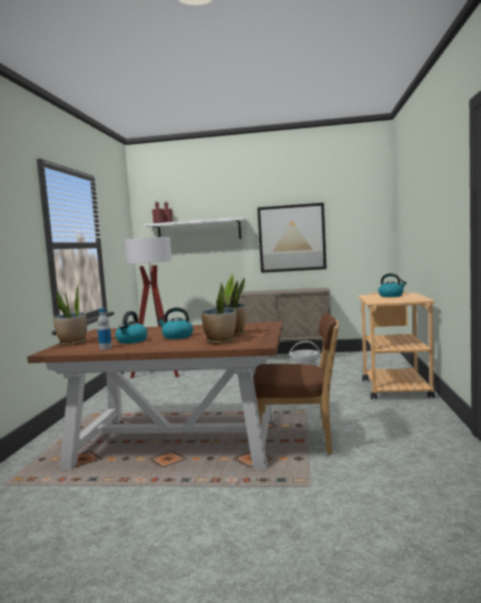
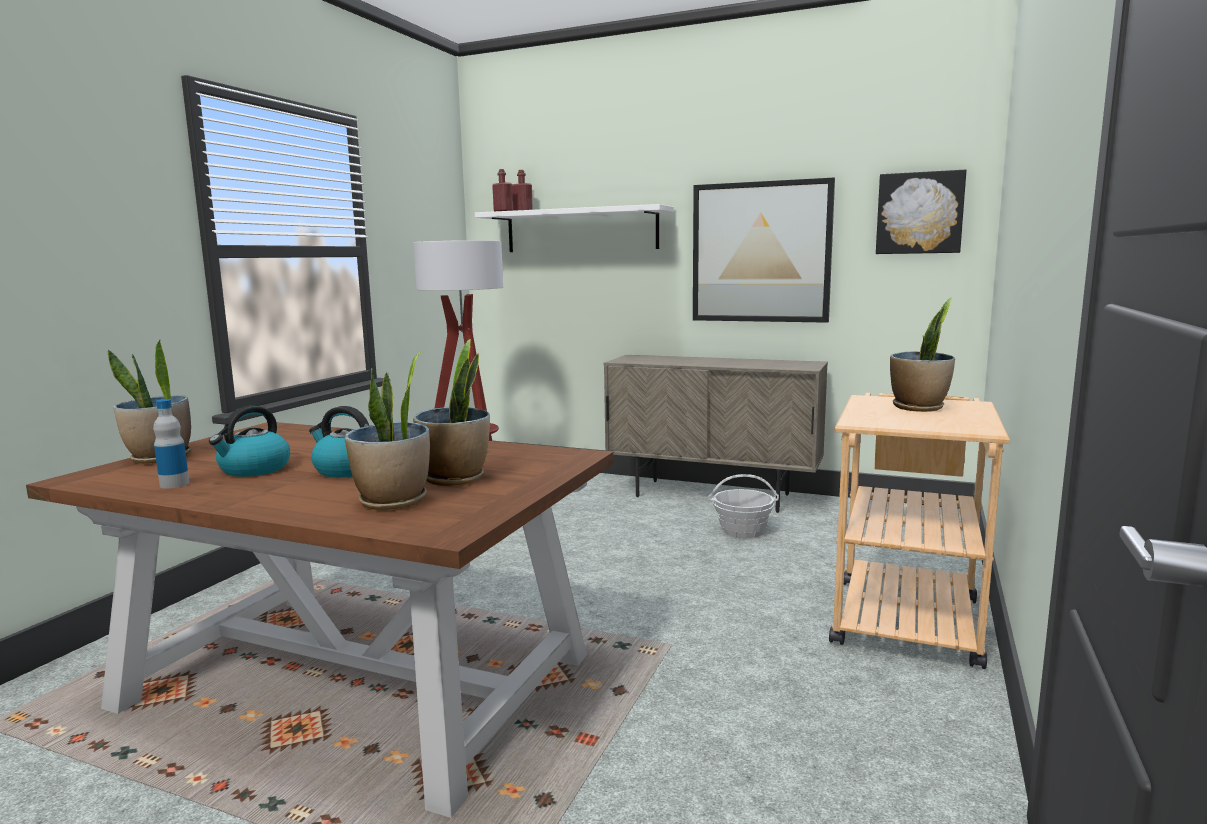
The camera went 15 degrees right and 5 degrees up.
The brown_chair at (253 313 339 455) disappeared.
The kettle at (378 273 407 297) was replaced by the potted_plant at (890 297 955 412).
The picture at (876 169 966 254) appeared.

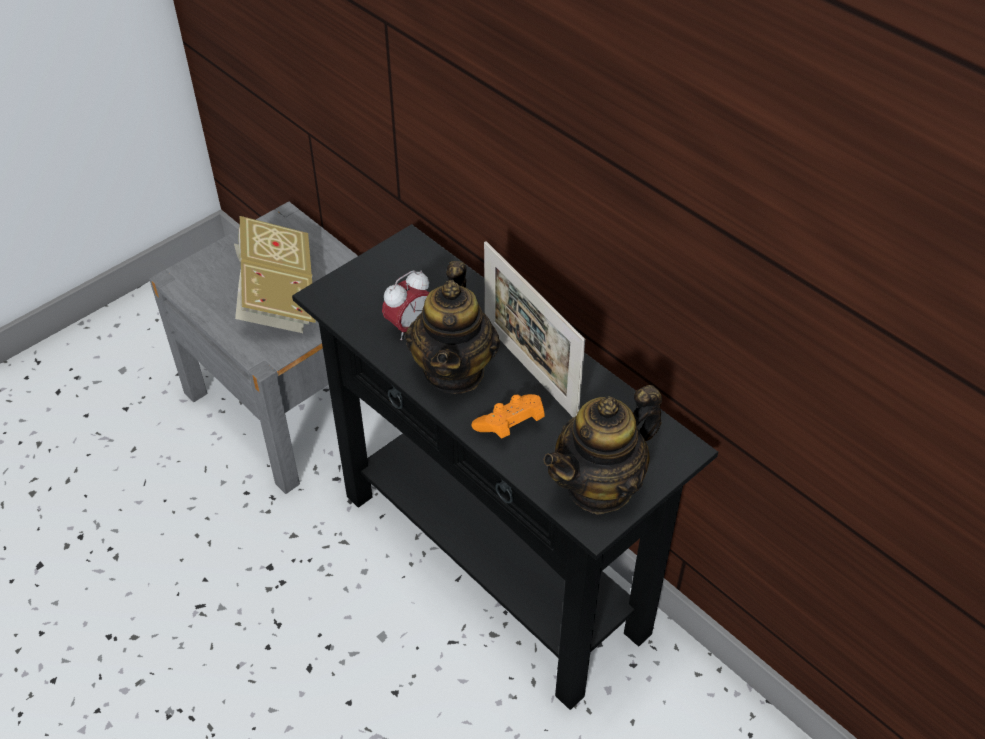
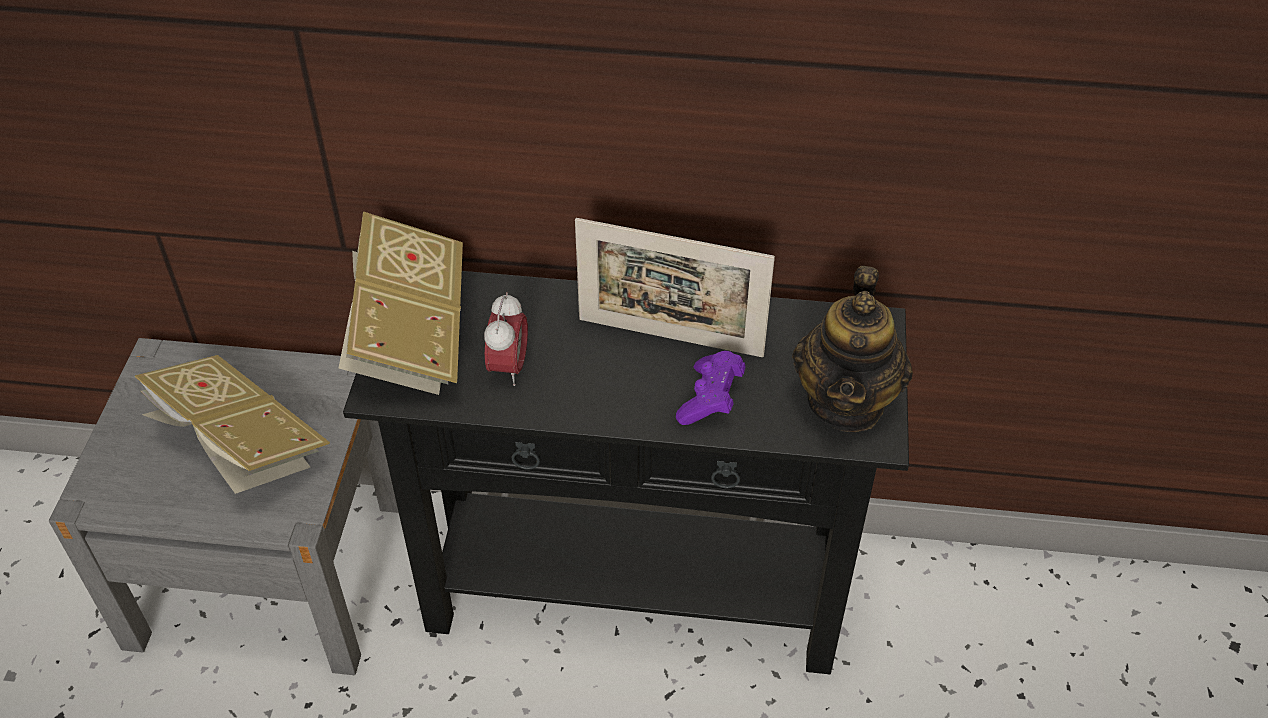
The camera went 40 degrees left and 0 degrees up.
The teapot at (405 261 500 394) disappeared.
The orange_game_controller at (472 394 545 439) became the purple_game_controller at (676 351 746 425).
The book at (339 211 463 395) appeared.

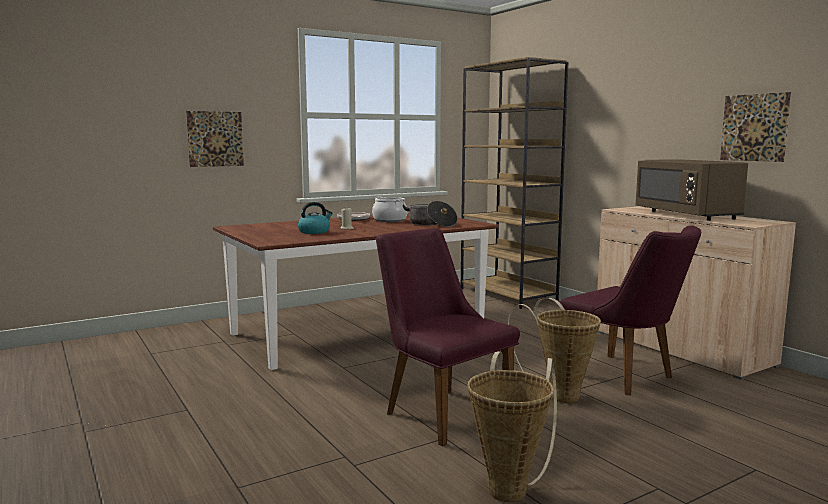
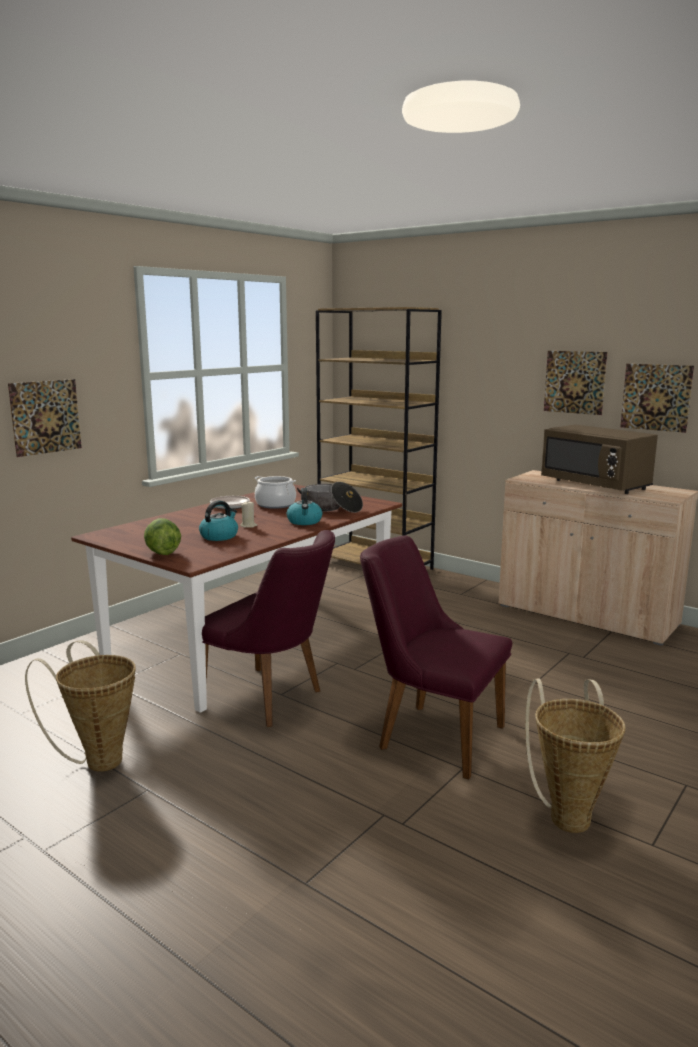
The camera went 20 degrees left and 5 degrees up.
The basket moved from (508 298 601 403) to (25 640 136 772).
The purple_chair moved from (560 225 701 395) to (202 530 335 727).
The lettuce at (144 518 181 555) appeared.
The kettle at (287 488 322 525) appeared.
The picture at (544 351 607 415) appeared.

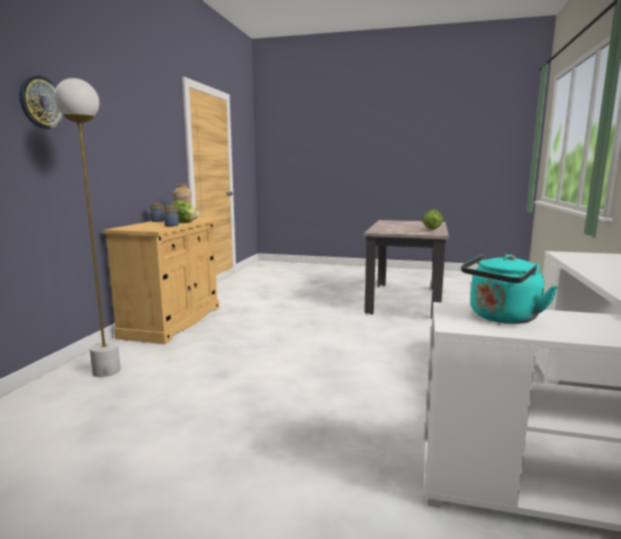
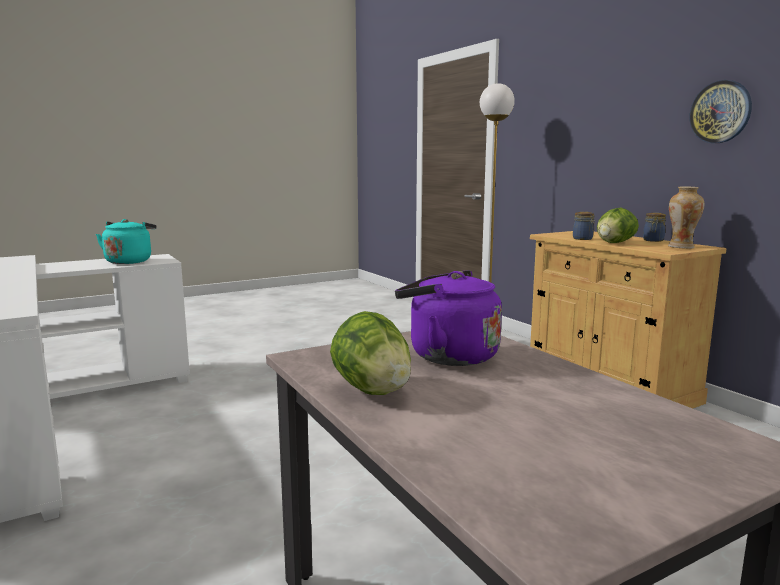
The camera went 135 degrees right and 0 degrees up.
The wall_clock moved from (19 75 64 129) to (689 80 752 143).
The purple_kettle at (395 270 502 366) appeared.

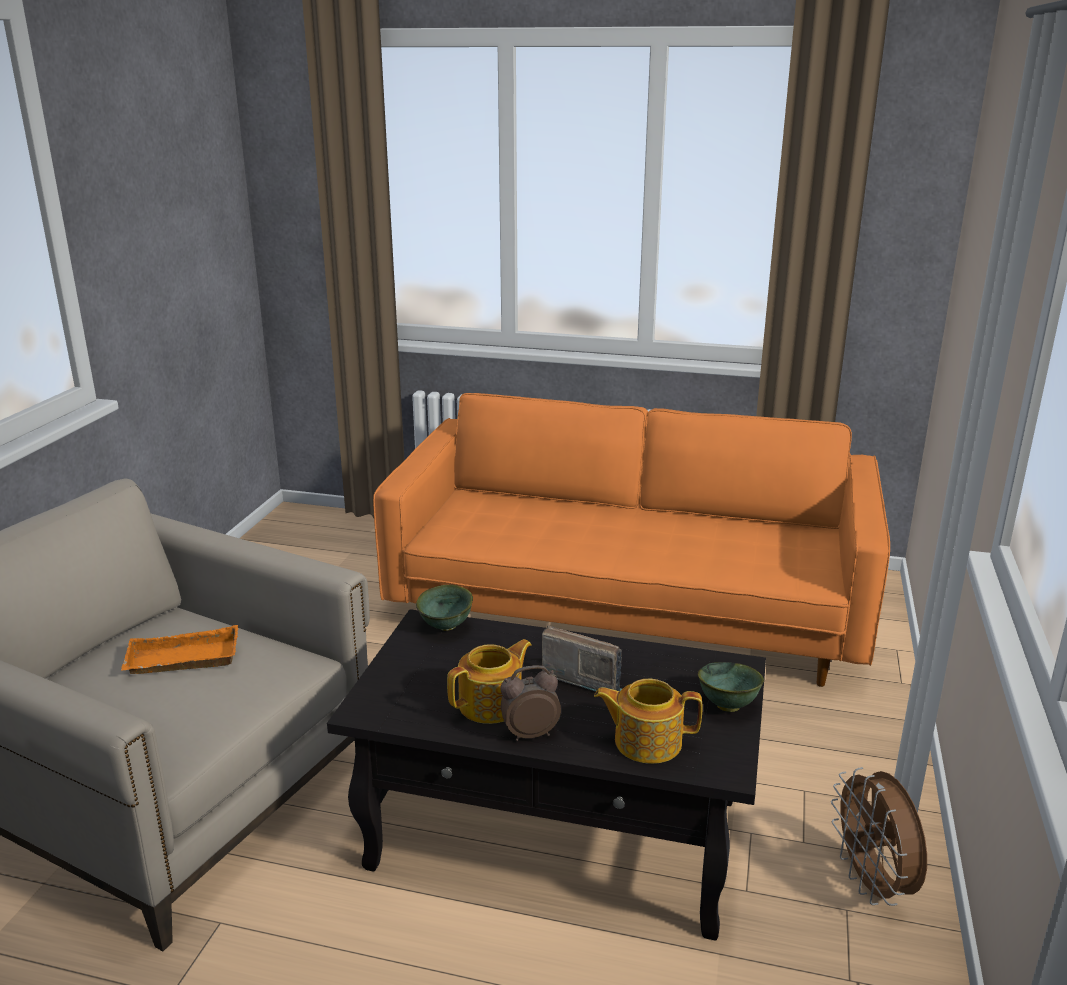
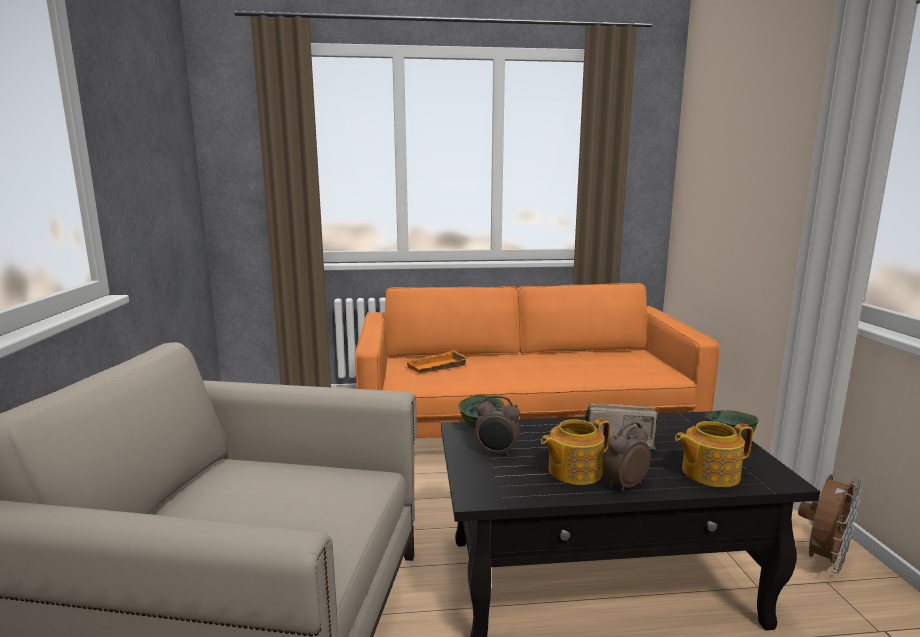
The camera went 20 degrees left and 10 degrees down.
The orange_tray moved from (121 625 238 674) to (405 350 469 373).
The teapot at (447 639 532 724) turned 150 degrees counterclockwise.
The brown_fan at (831 767 927 906) turned 105 degrees counterclockwise.
The alarm_clock at (475 395 520 457) appeared.

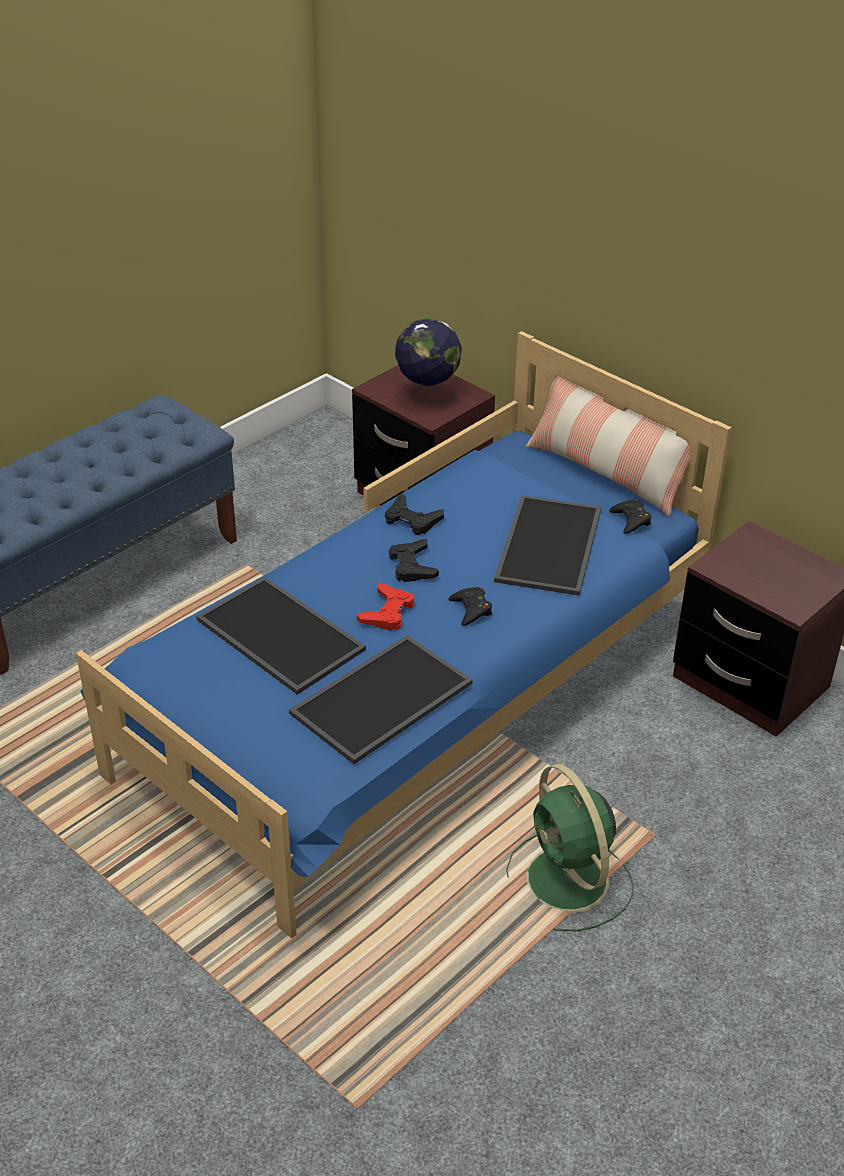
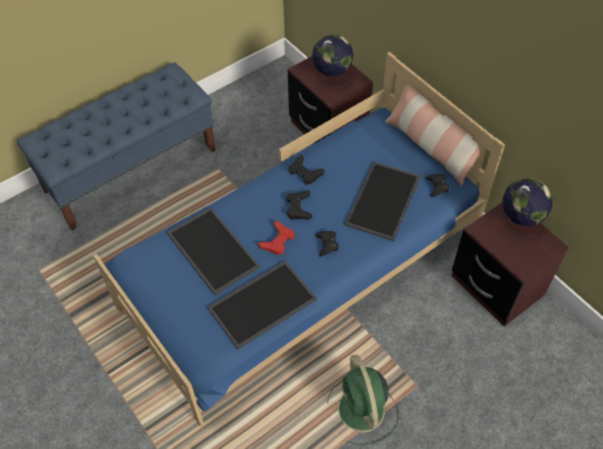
The camera went 10 degrees right and 15 degrees up.
The globe at (502 178 553 237) appeared.

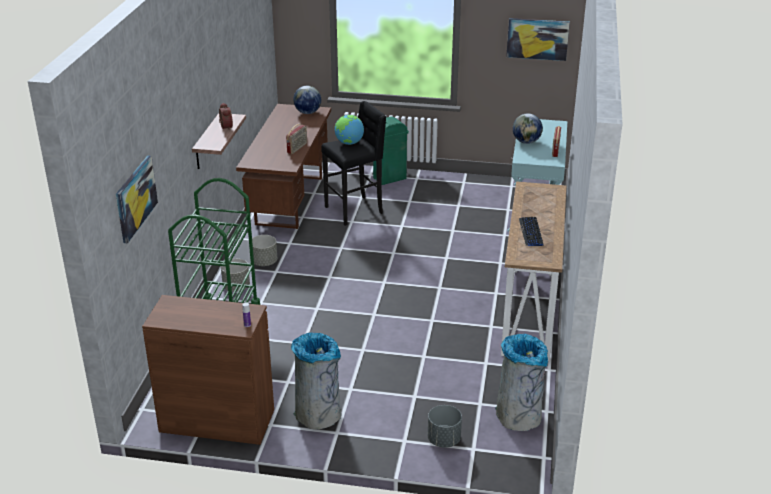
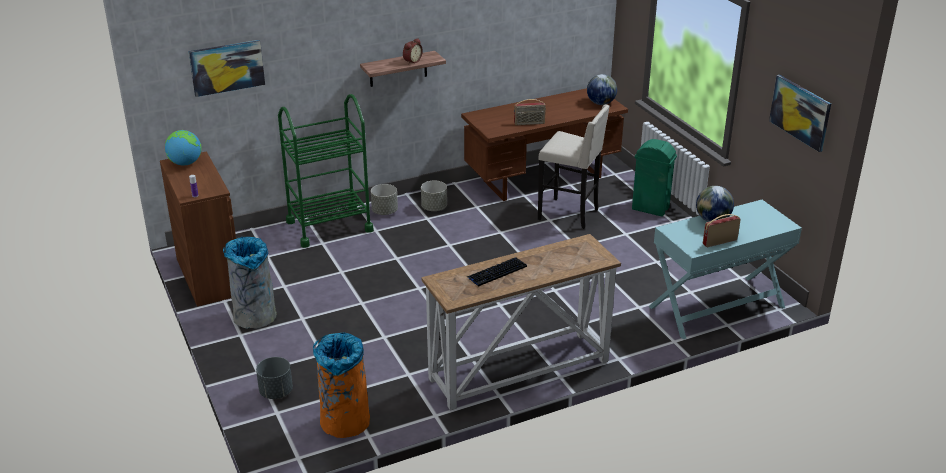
The camera went 55 degrees right and 0 degrees up.
The black_stool at (321 101 386 226) became the beige_stool at (538 104 610 229).
The globe moved from (335 115 364 145) to (165 130 202 166).
The grey_trash_can at (495 334 548 431) became the orange_trash_can at (313 332 370 438).

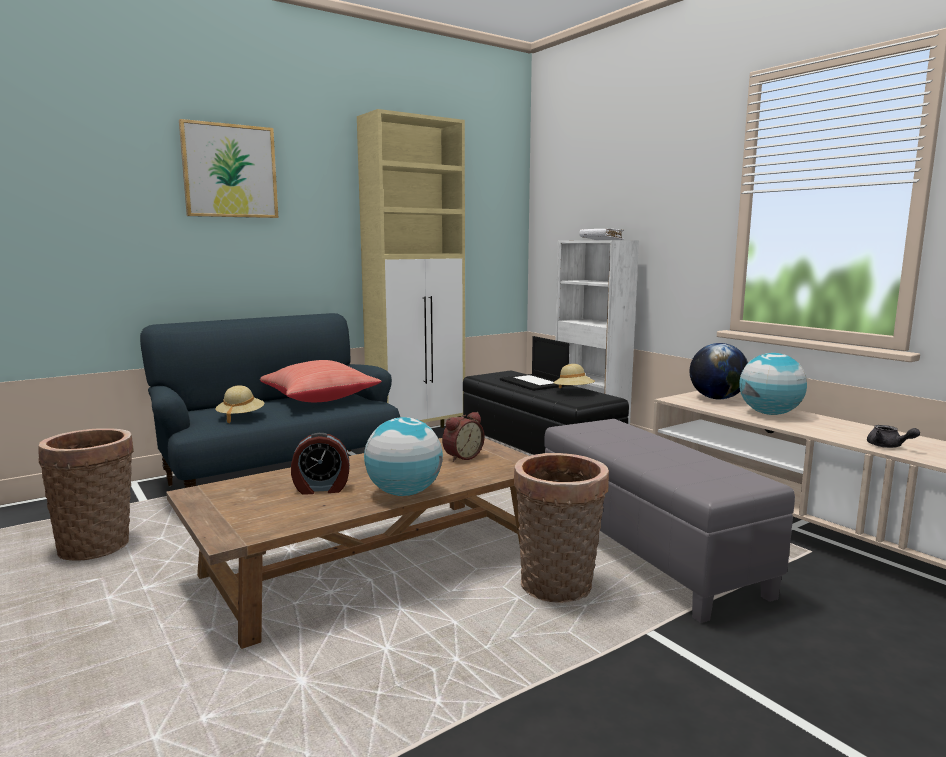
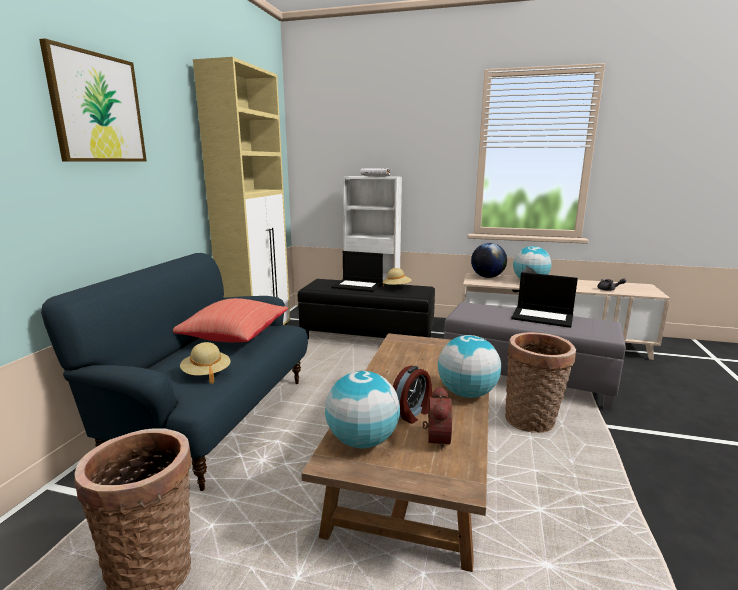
The camera went 40 degrees left and 5 degrees up.
The alarm_clock moved from (442 412 484 462) to (422 386 452 451).
The globe at (325 371 400 448) appeared.
The laptop at (511 272 578 328) appeared.

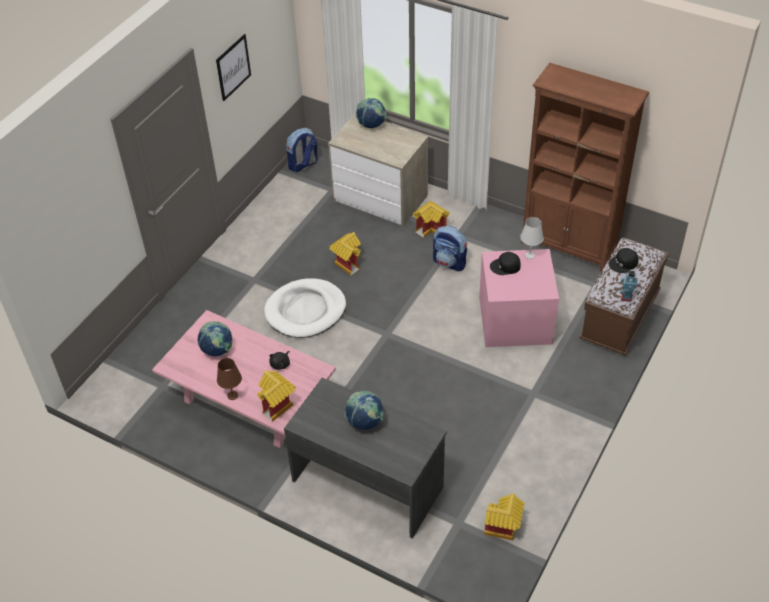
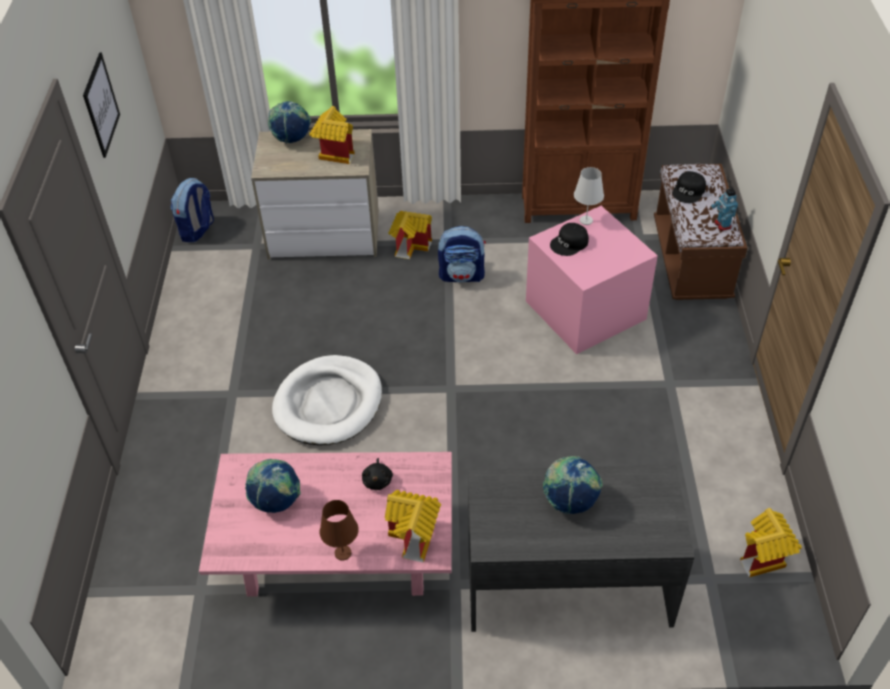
The camera went 30 degrees left and 0 degrees up.
The toy_house moved from (329 232 361 275) to (309 106 355 164).

